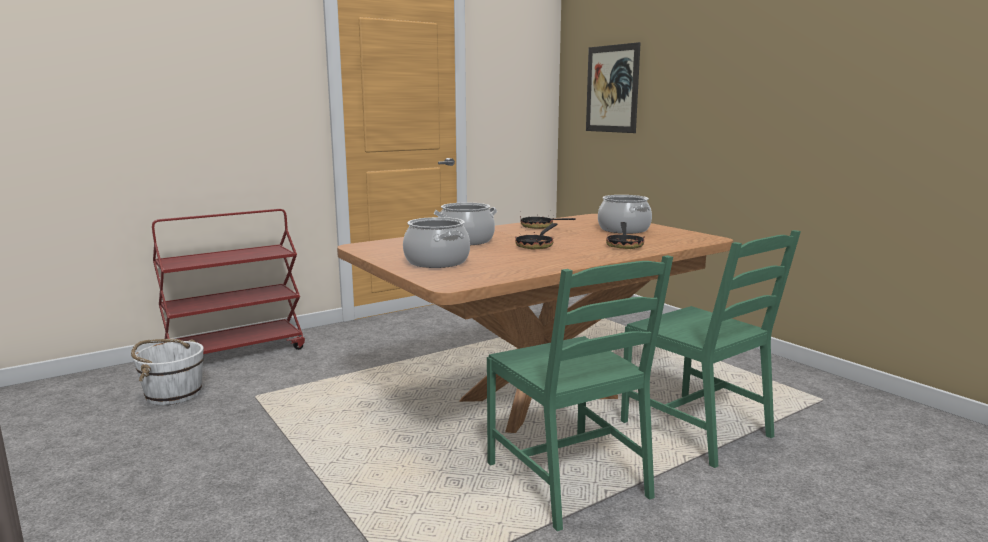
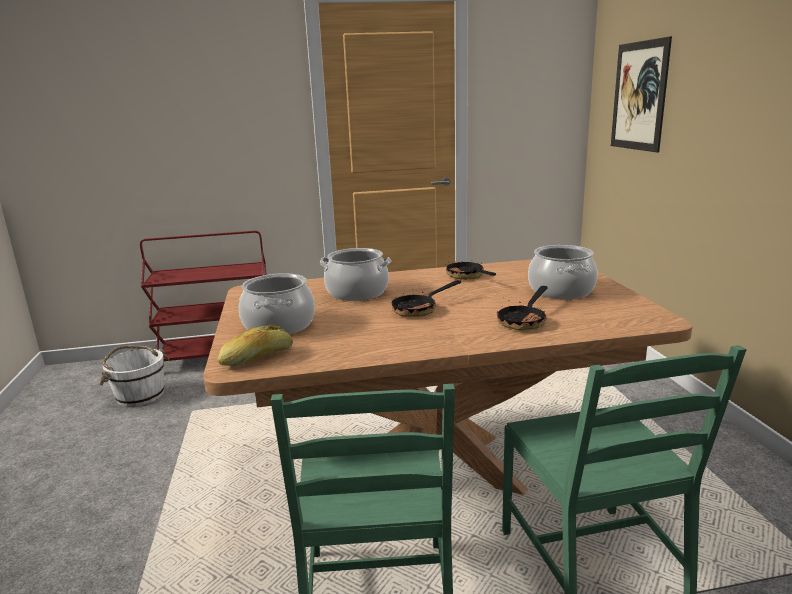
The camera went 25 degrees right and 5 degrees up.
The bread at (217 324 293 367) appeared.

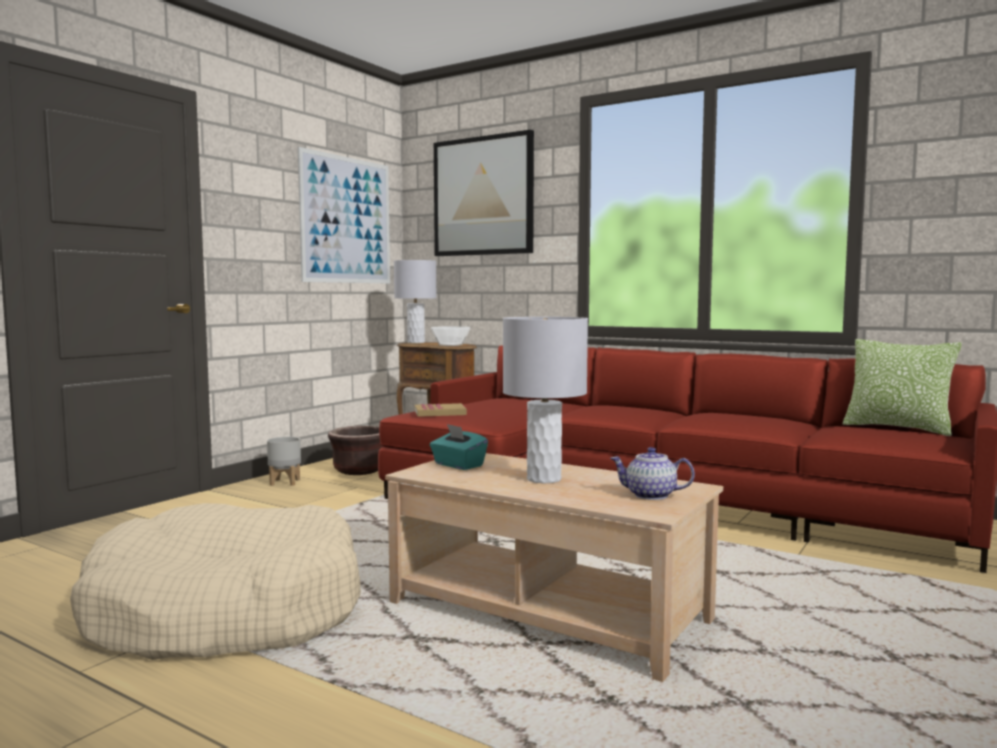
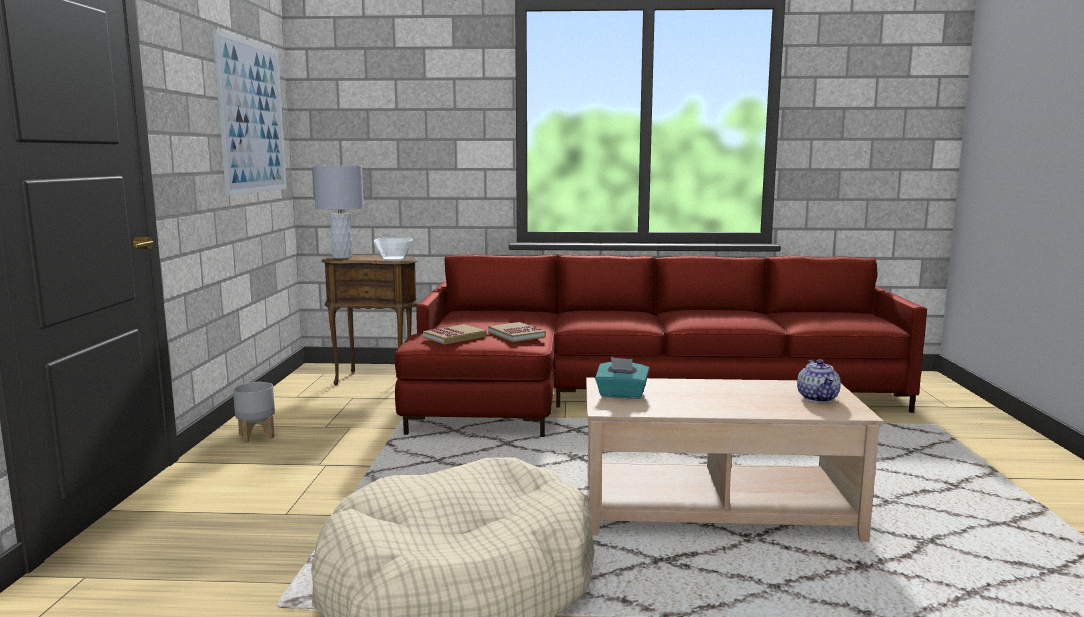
The camera went 30 degrees left and 5 degrees up.
The brown_planter at (328 426 383 475) disappeared.
The picture at (434 130 534 256) disappeared.
The grey_table_lamp at (503 317 588 483) disappeared.
The teapot at (610 447 695 500) turned 75 degrees counterclockwise.
The pillow at (843 339 961 436) disappeared.
The book at (488 322 546 342) appeared.

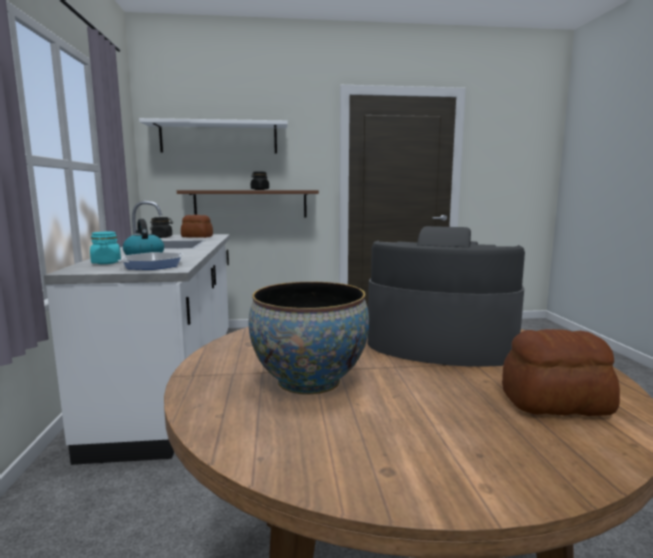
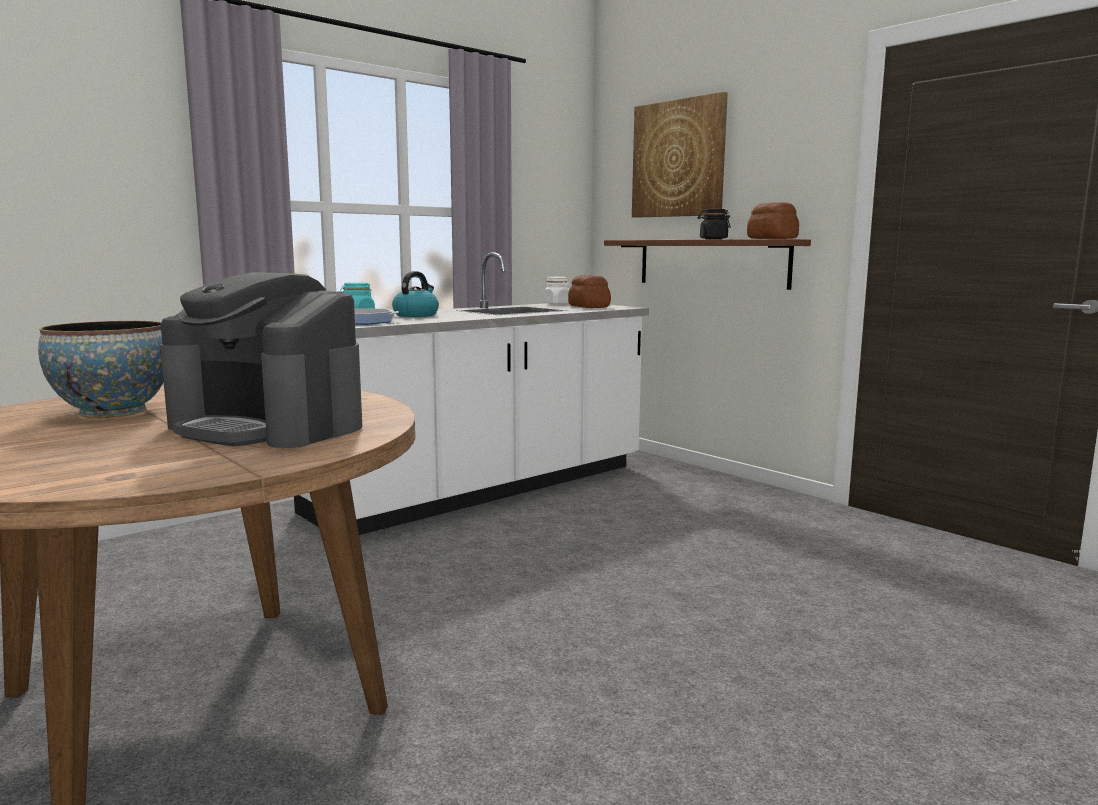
The camera went 55 degrees right and 0 degrees up.
The white_shelf at (139 118 288 154) was replaced by the picture at (632 92 728 218).
The black_jar at (150 217 173 238) became the white_jar at (543 277 569 305).
The coffee_machine at (368 226 525 367) turned 135 degrees clockwise.
The bread moved from (502 329 620 416) to (747 202 799 239).

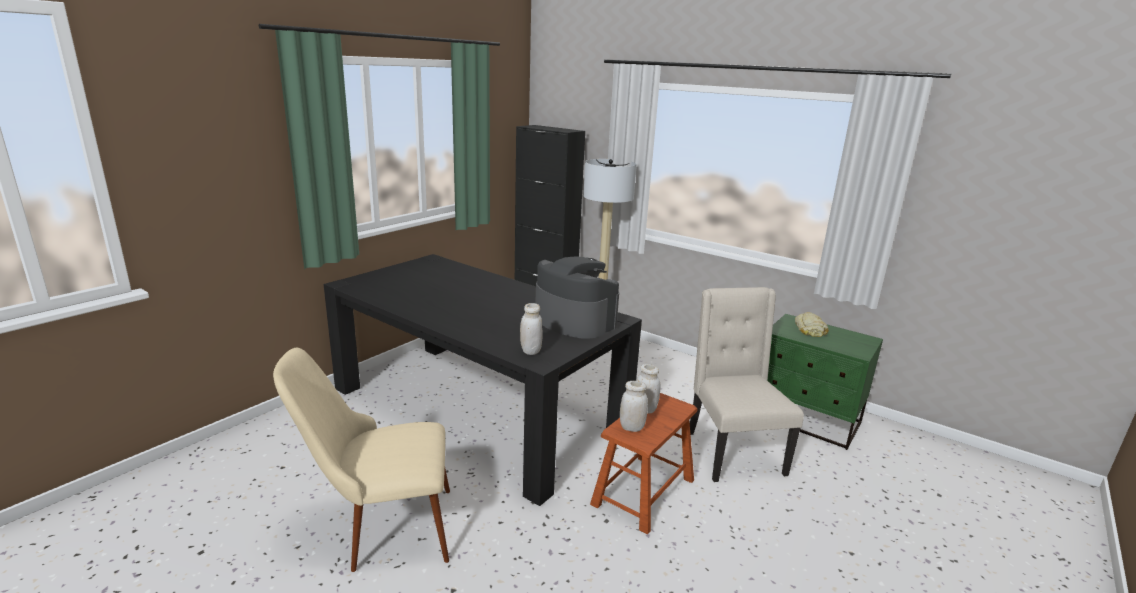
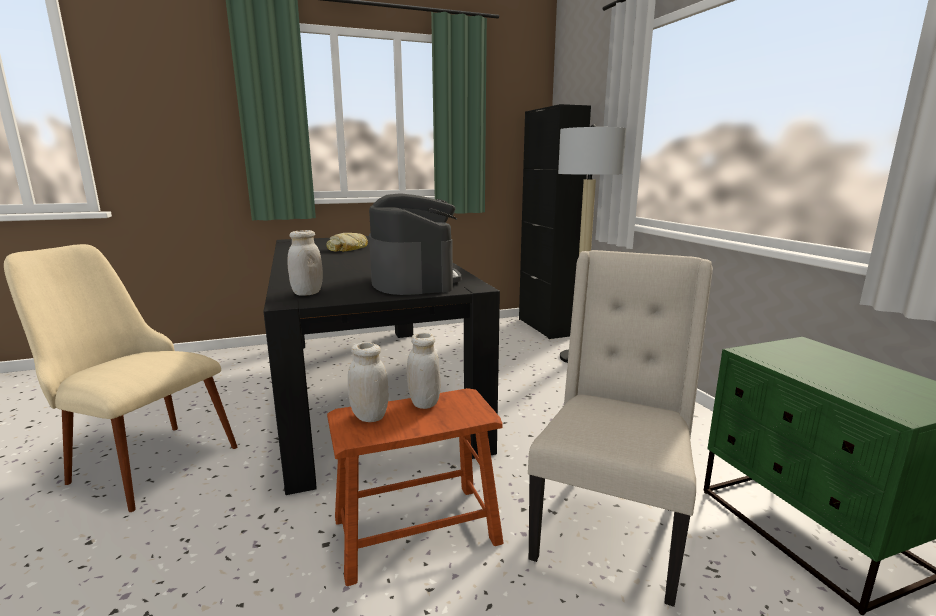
The camera went 35 degrees right and 5 degrees down.
The bread moved from (795 312 829 337) to (326 233 368 252).

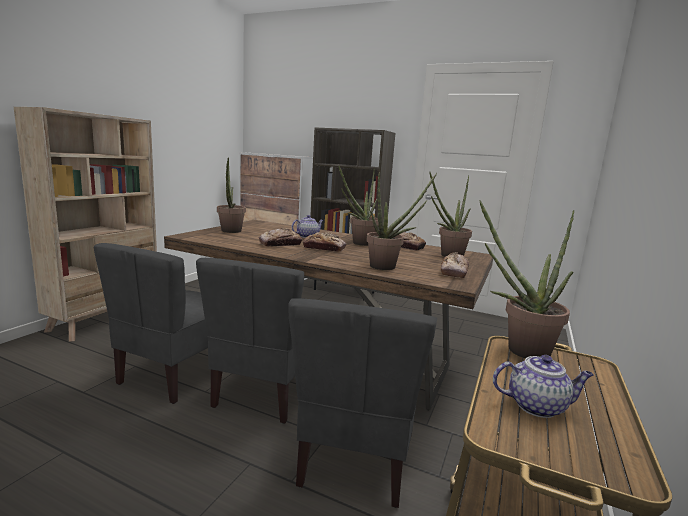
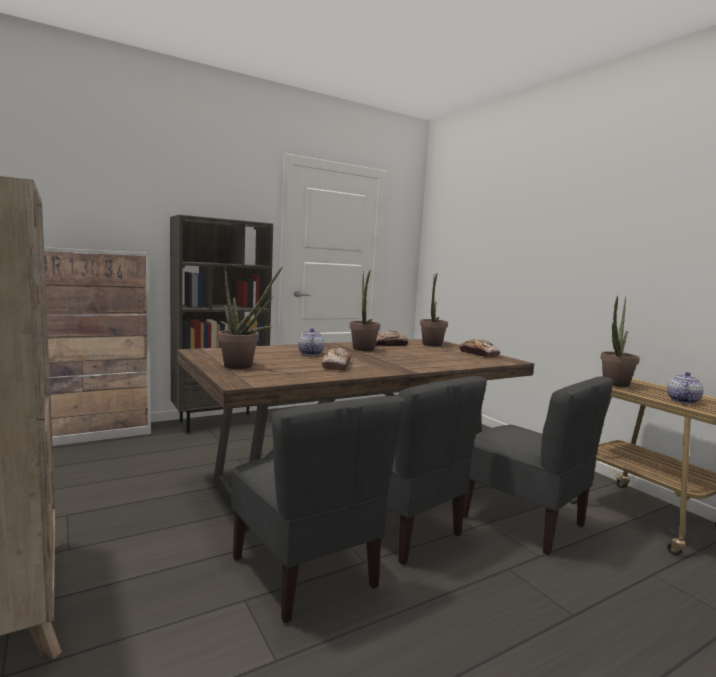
The camera went 55 degrees left and 5 degrees down.
The bread at (303 232 346 252) disappeared.
The potted_plant at (366 172 437 270) disappeared.

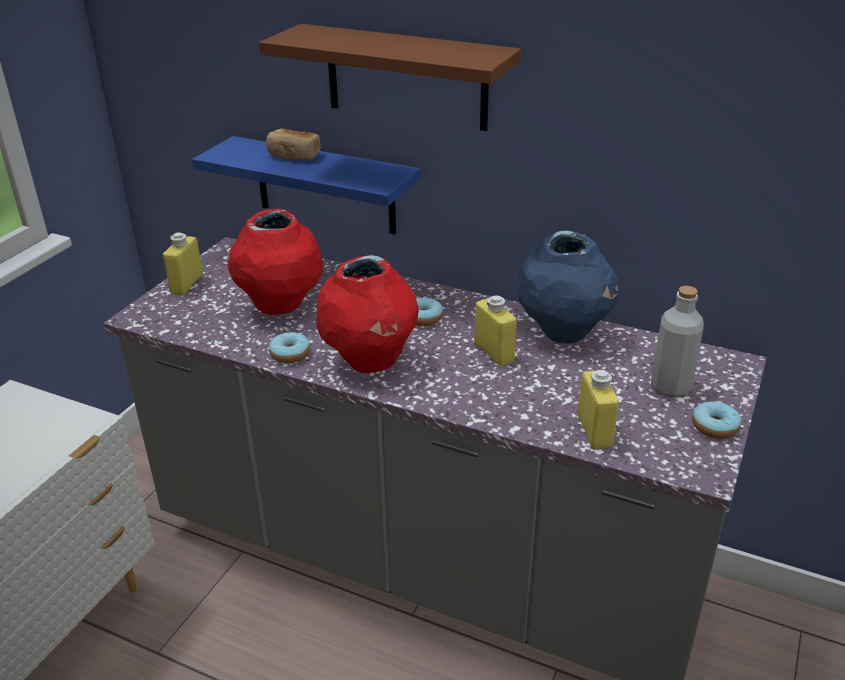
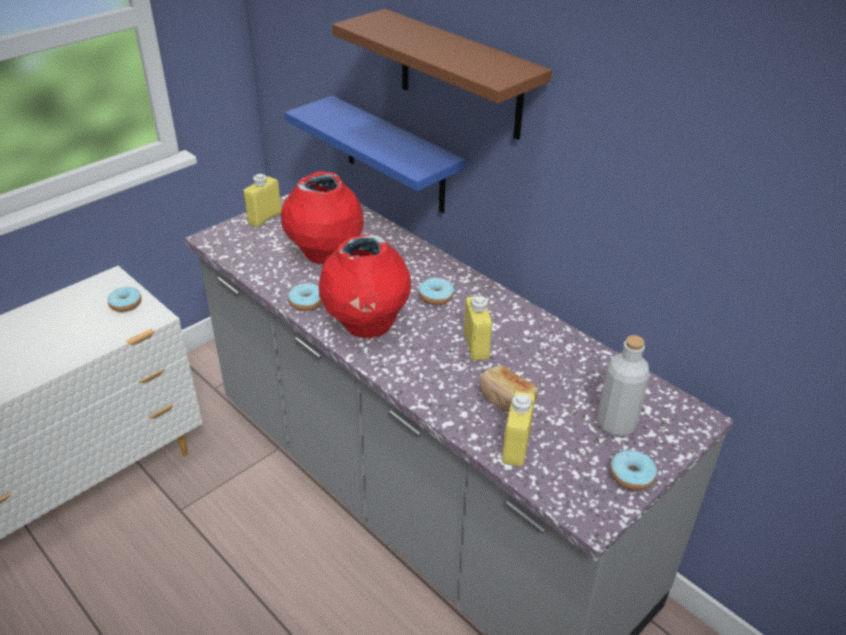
The camera went 20 degrees right and 5 degrees up.
The bread moved from (266 129 321 160) to (479 365 538 413).
The blue_vase at (518 231 620 344) disappeared.
The donut at (107 286 142 312) appeared.

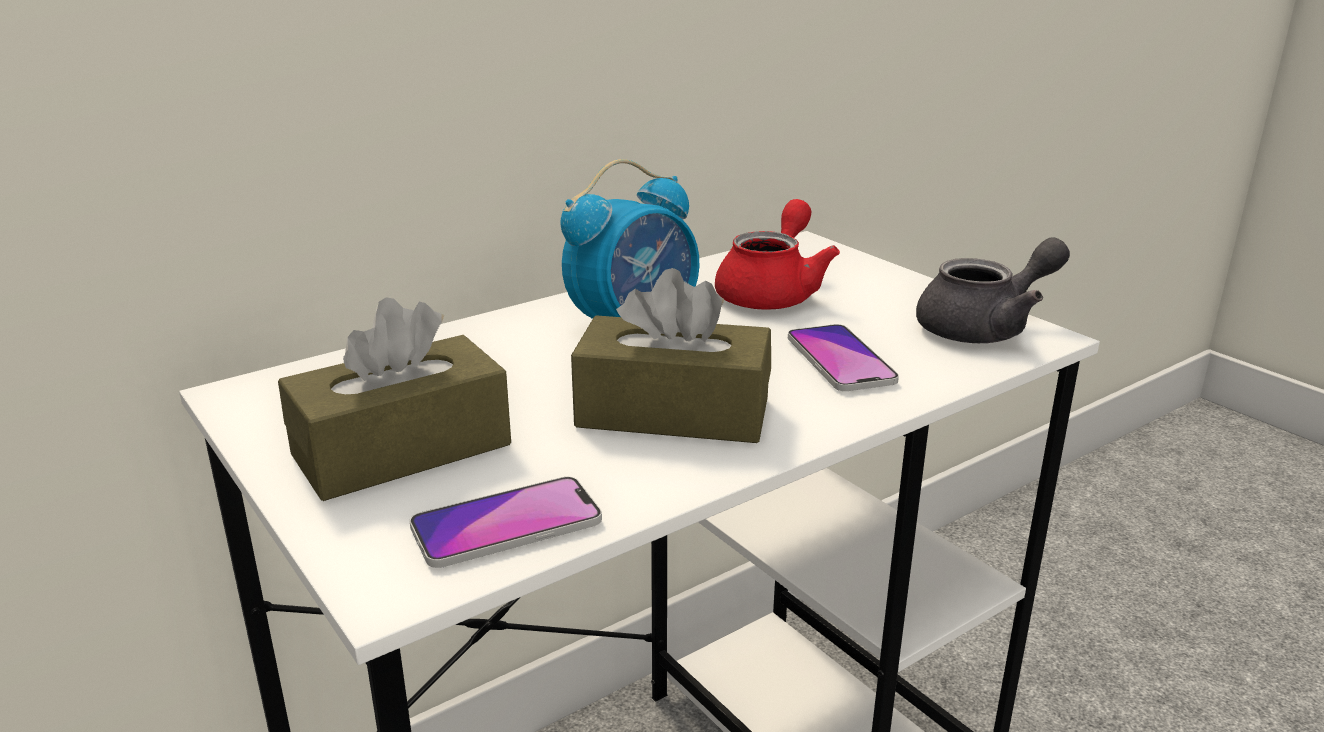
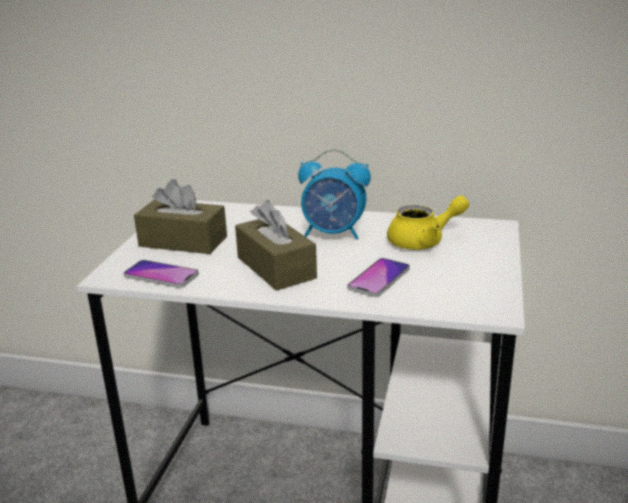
The camera went 50 degrees right and 0 degrees up.
The red_teapot at (715 199 840 310) became the yellow_teapot at (387 195 469 250).
The grey_teapot at (916 237 1070 343) disappeared.

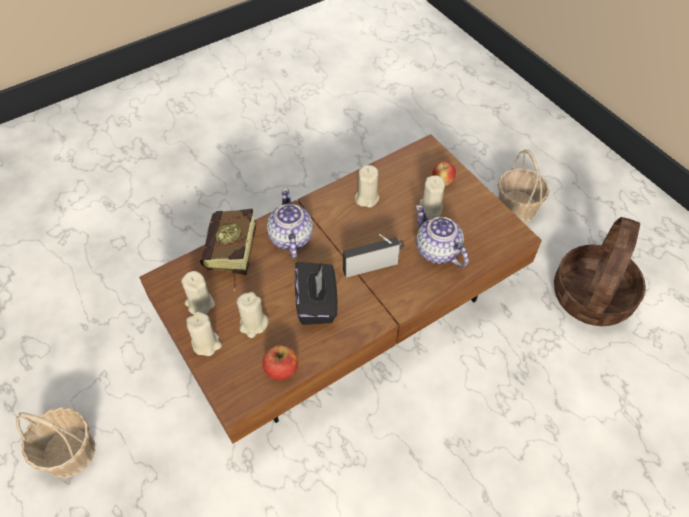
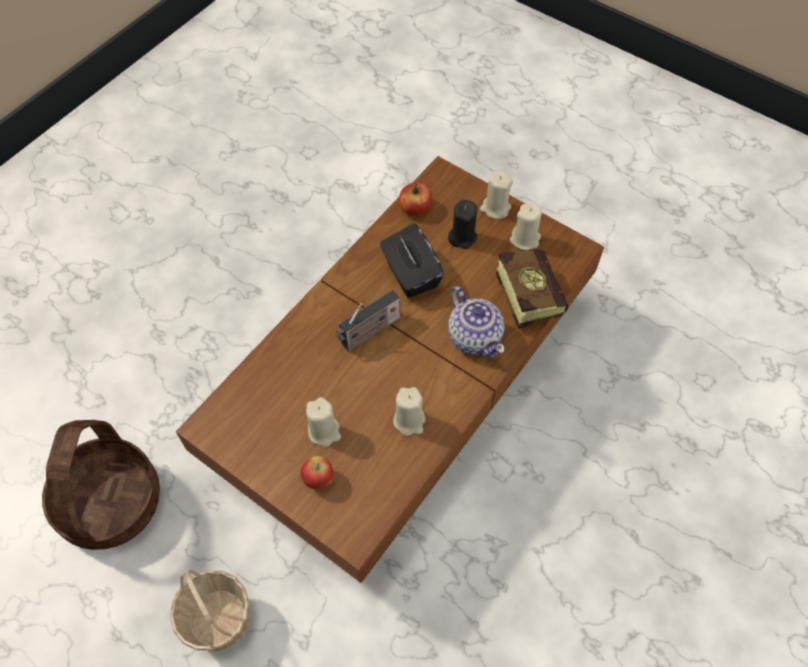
The camera went 160 degrees right and 5 degrees up.
The basket at (16 407 95 478) disappeared.
The beige_candle at (237 292 269 338) became the black_candle at (448 200 477 249).
The teapot at (416 205 469 267) disappeared.

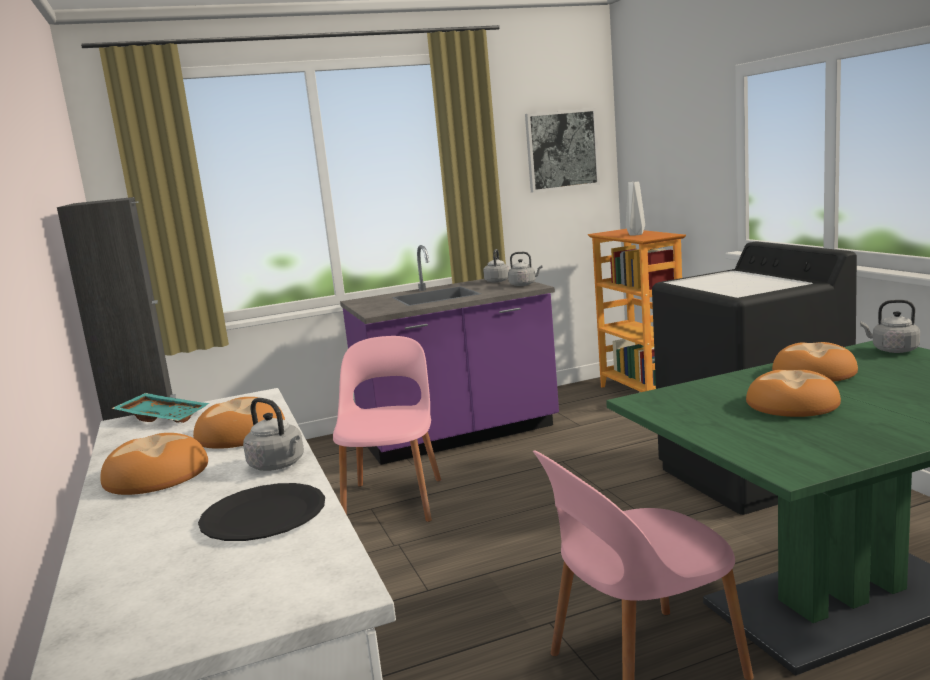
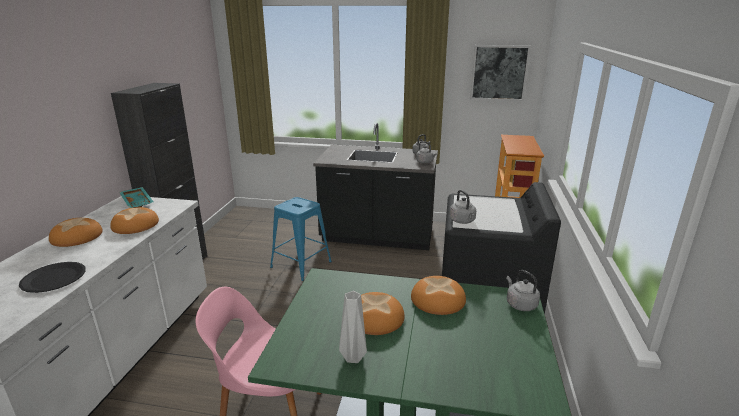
The camera went 30 degrees right and 10 degrees up.
The grey_kettle moved from (243 398 304 471) to (450 190 476 224).
The pink_chair at (333 336 441 522) was replaced by the blue_stool at (270 197 332 281).
The purple_counter at (340 245 559 465) became the black_counter at (313 123 438 250).
The grey_vase moved from (626 181 645 235) to (339 291 367 363).

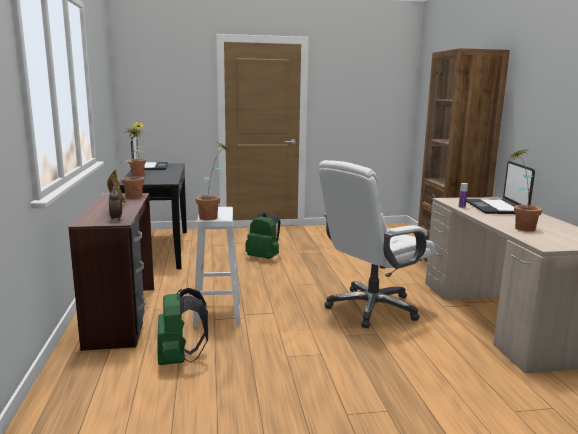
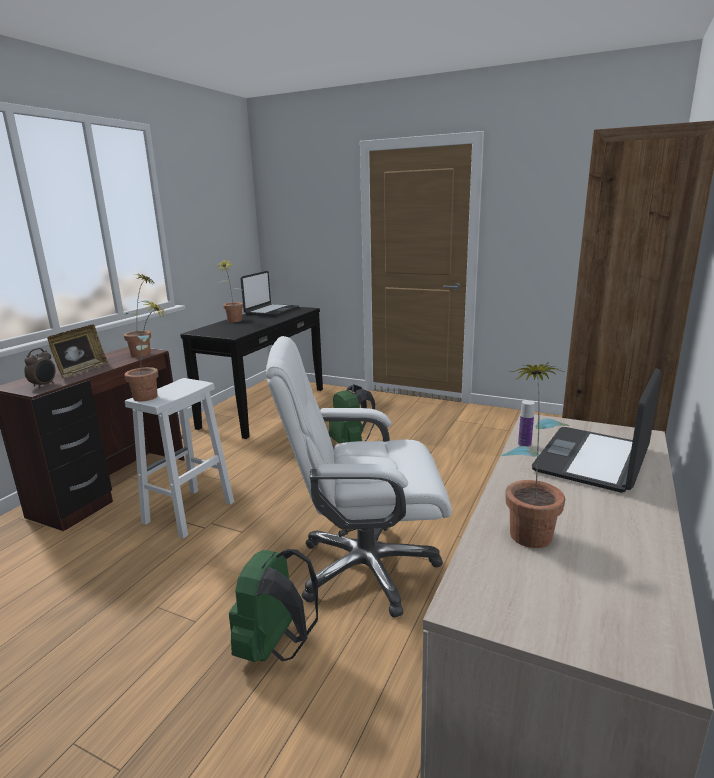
The camera went 35 degrees right and 5 degrees up.
The green_backpack moved from (157 288 208 365) to (229 549 318 662).

